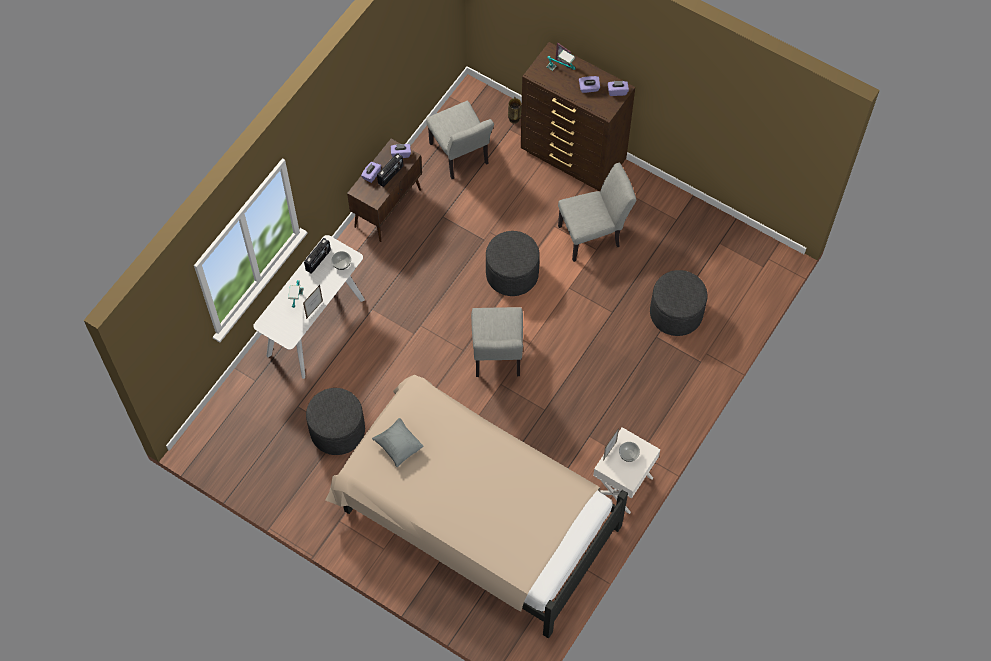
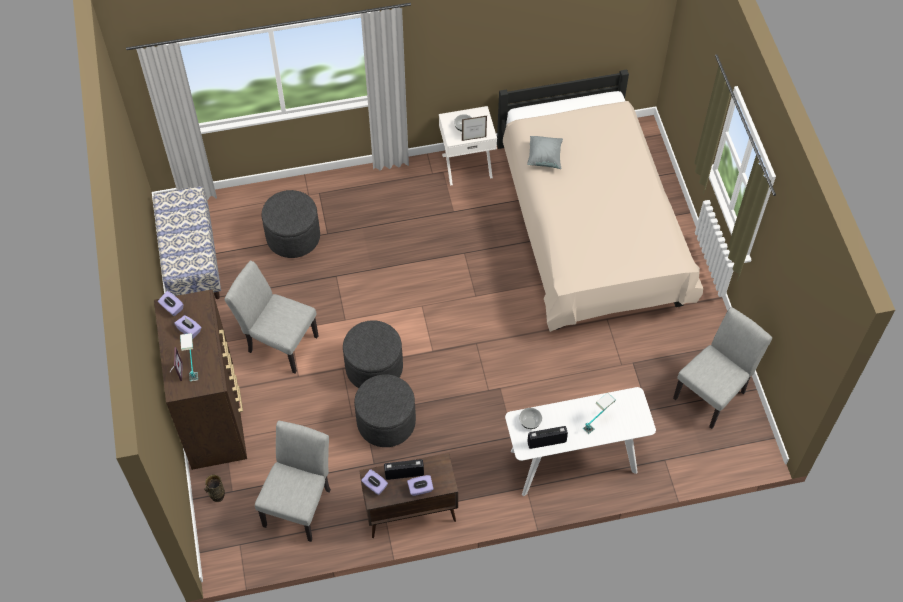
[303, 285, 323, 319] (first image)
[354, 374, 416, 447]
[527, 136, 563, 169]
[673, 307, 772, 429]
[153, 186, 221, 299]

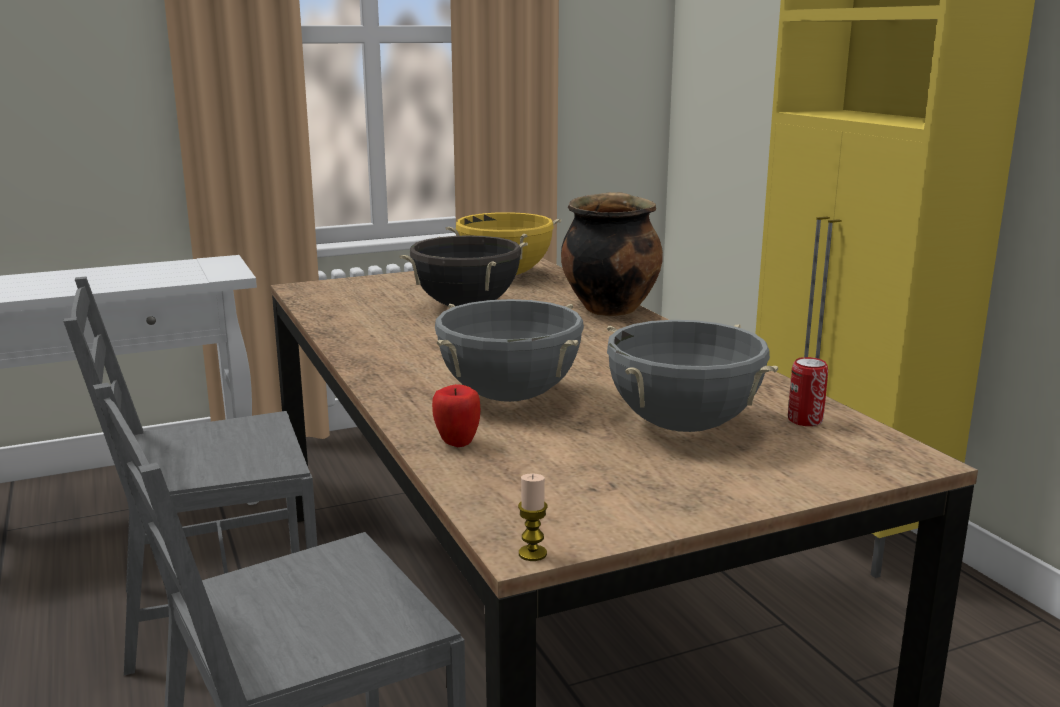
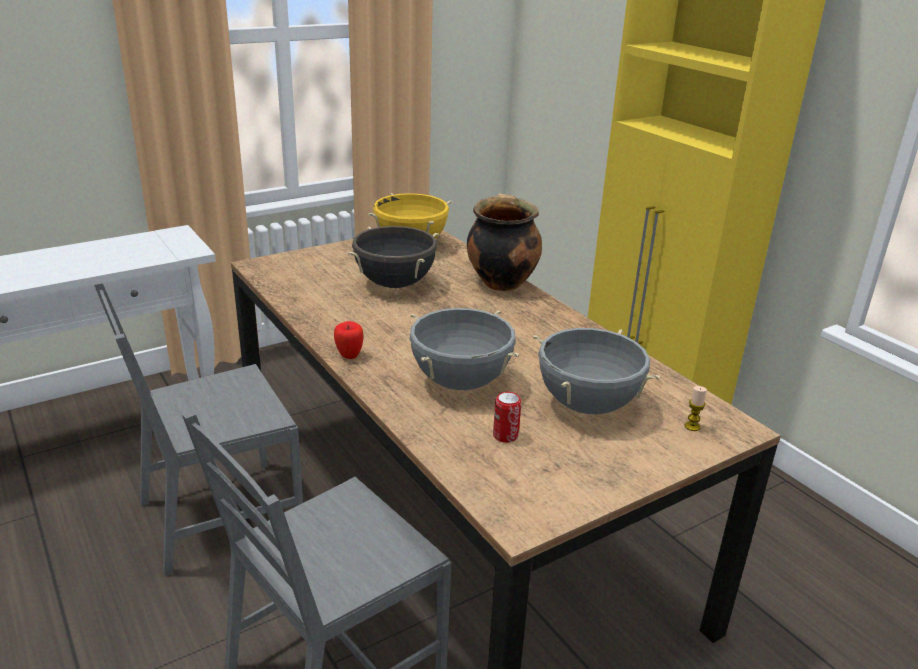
[334, 321, 363, 359]
[685, 386, 707, 431]
[493, 392, 521, 443]

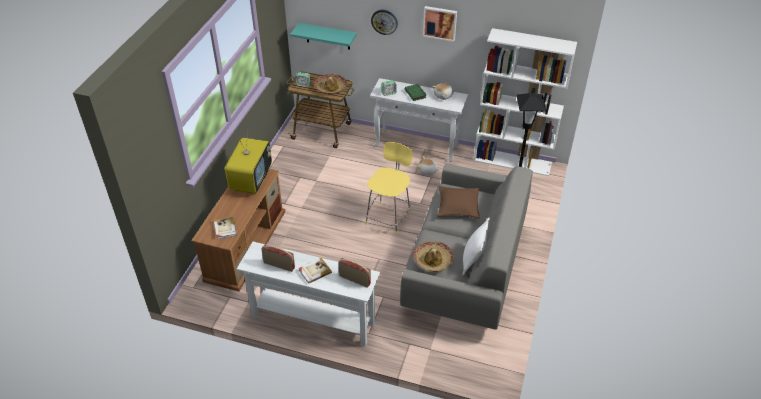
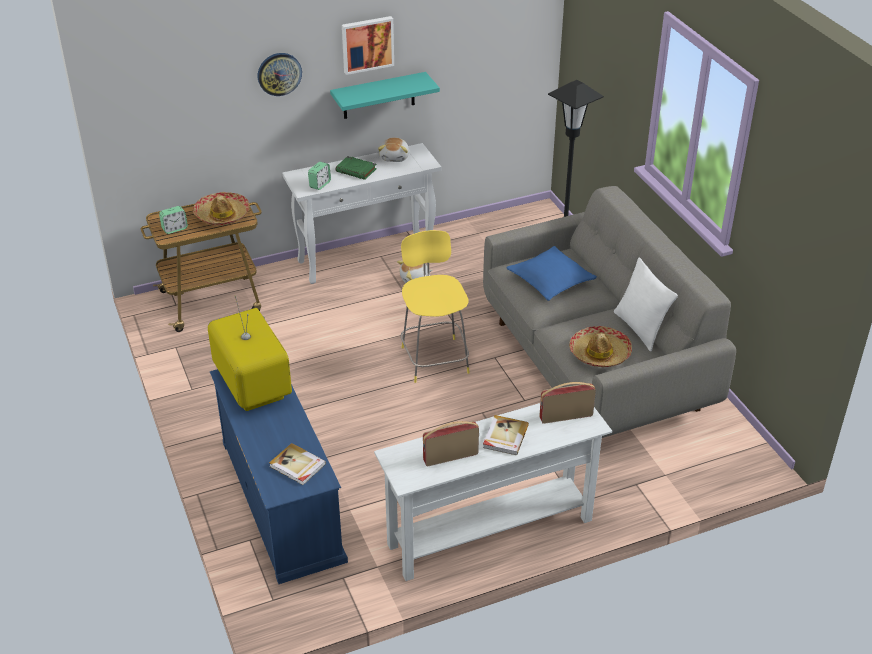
[210, 369, 348, 584]
[330, 72, 440, 119]
[506, 246, 597, 301]
[474, 28, 577, 176] (first image)

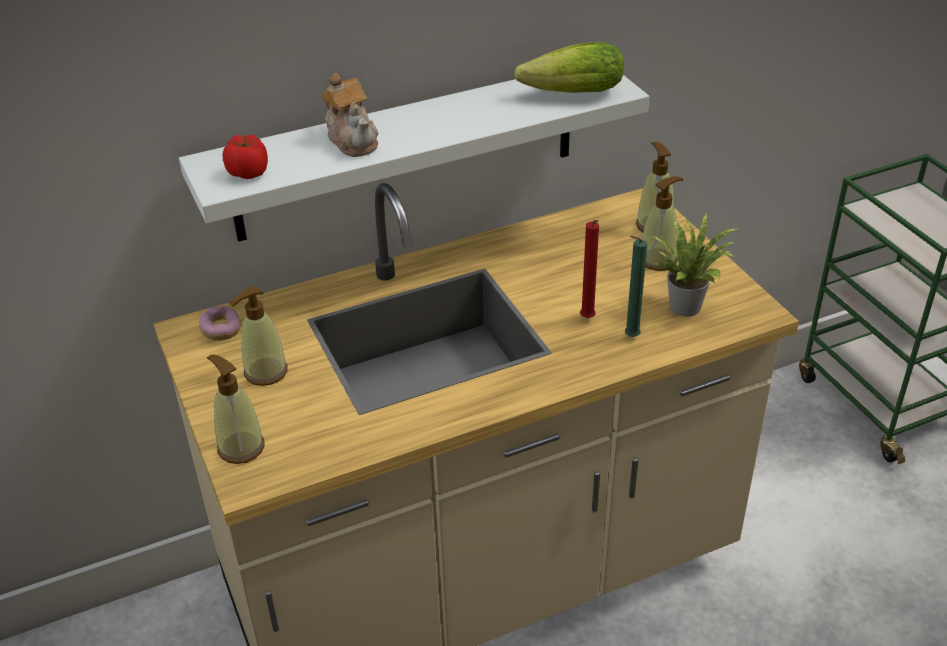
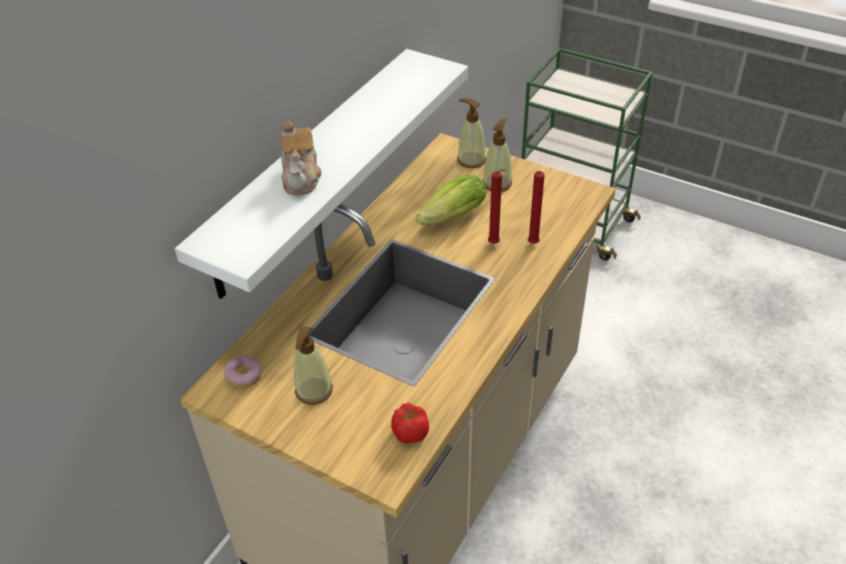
[207, 355, 265, 464] (first image)
[391, 403, 429, 444]
[281, 121, 322, 195]
[416, 175, 486, 225]
[528, 171, 545, 244]
[651, 213, 739, 317] (first image)

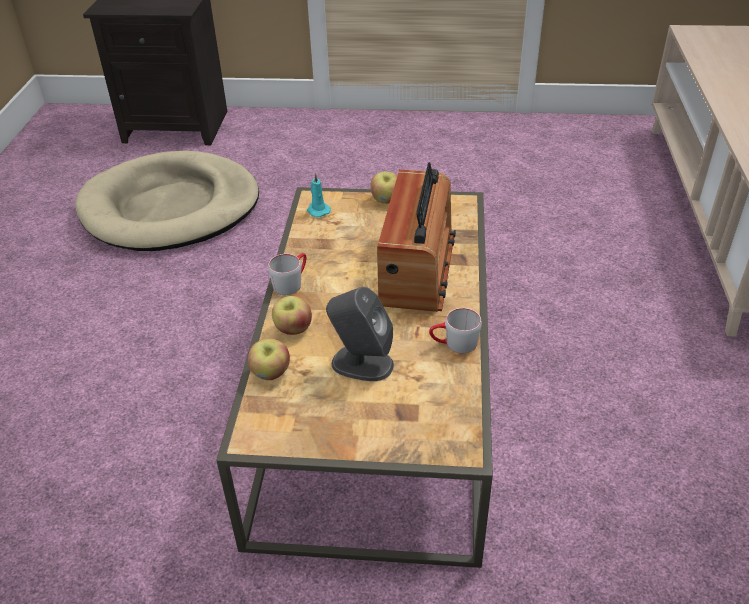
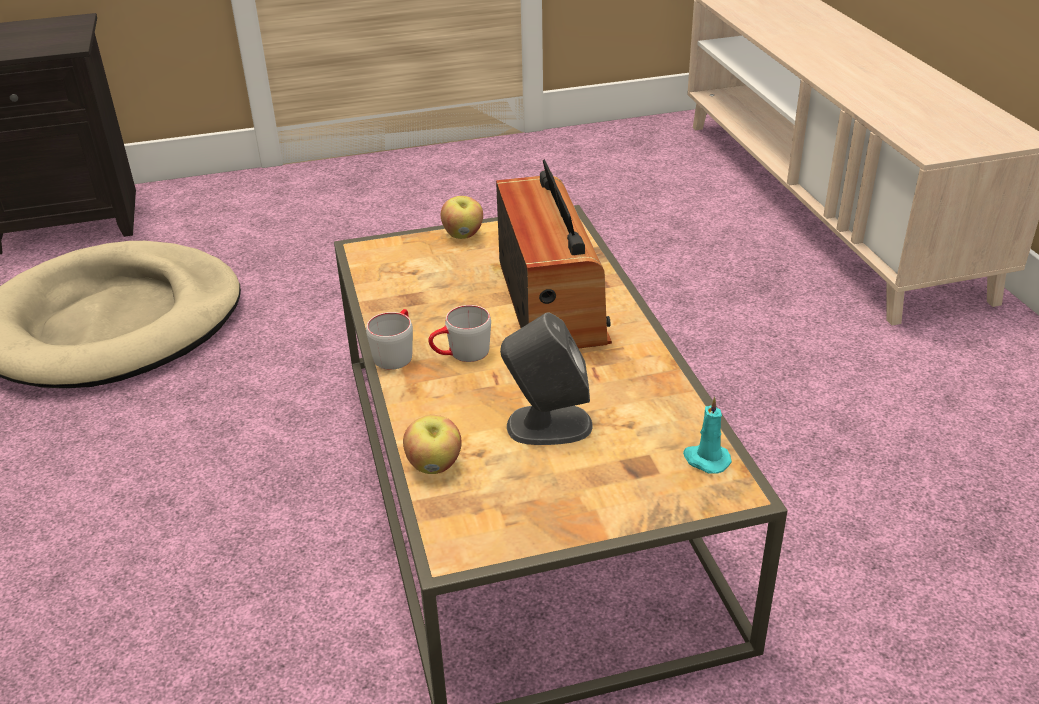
[272, 296, 312, 335] (first image)
[683, 397, 732, 474]
[428, 305, 491, 362]

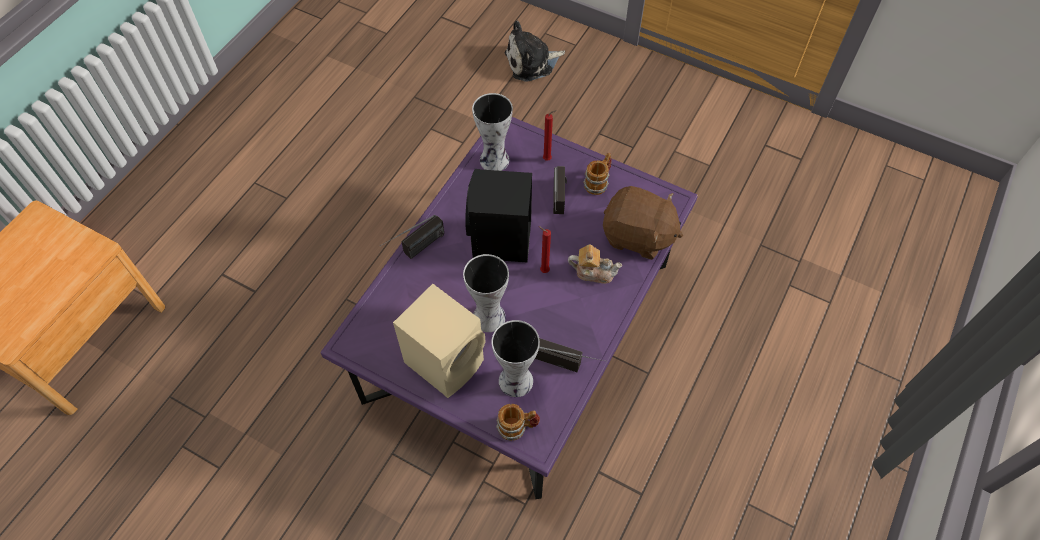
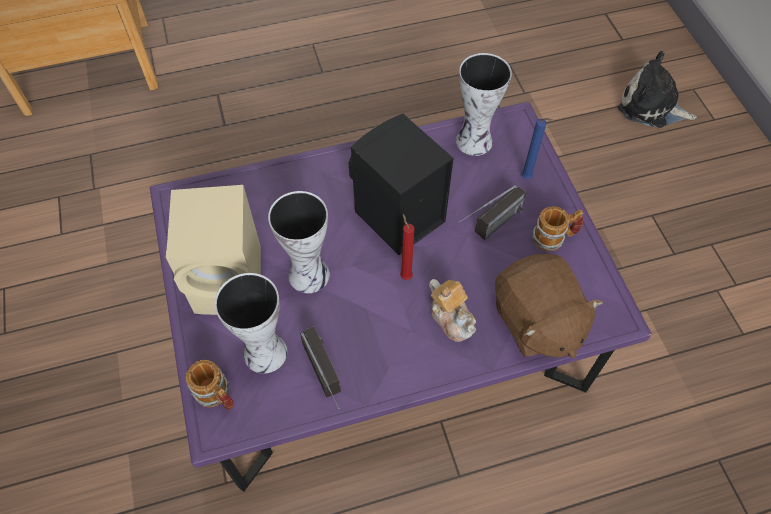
[380, 215, 444, 259] (first image)
[521, 118, 553, 179]

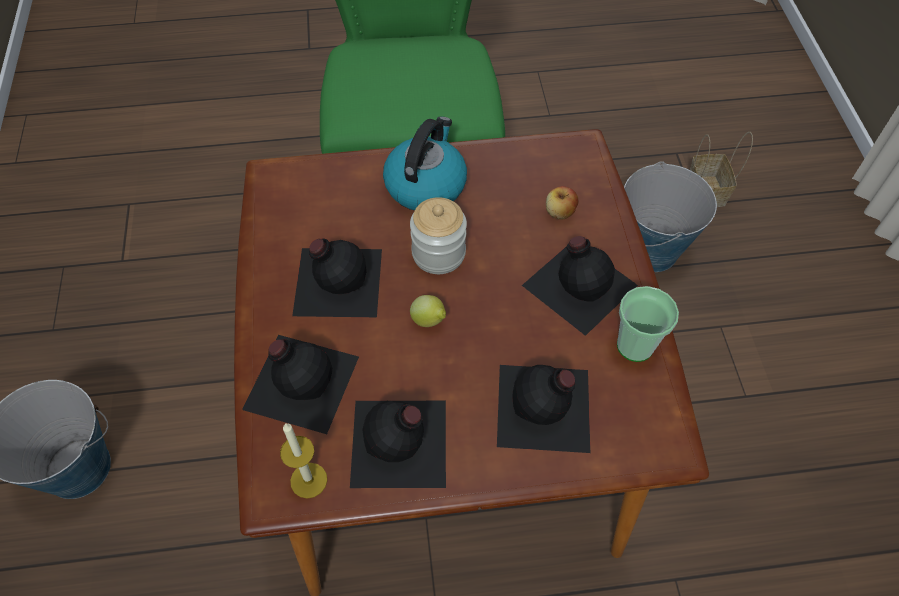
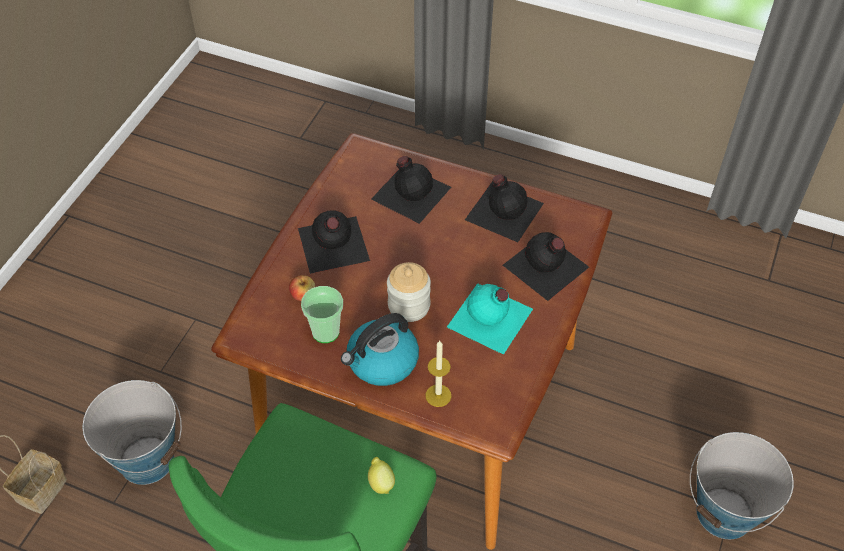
[426, 341, 451, 407]
[447, 283, 533, 355]
[368, 457, 395, 494]
[301, 286, 343, 343]

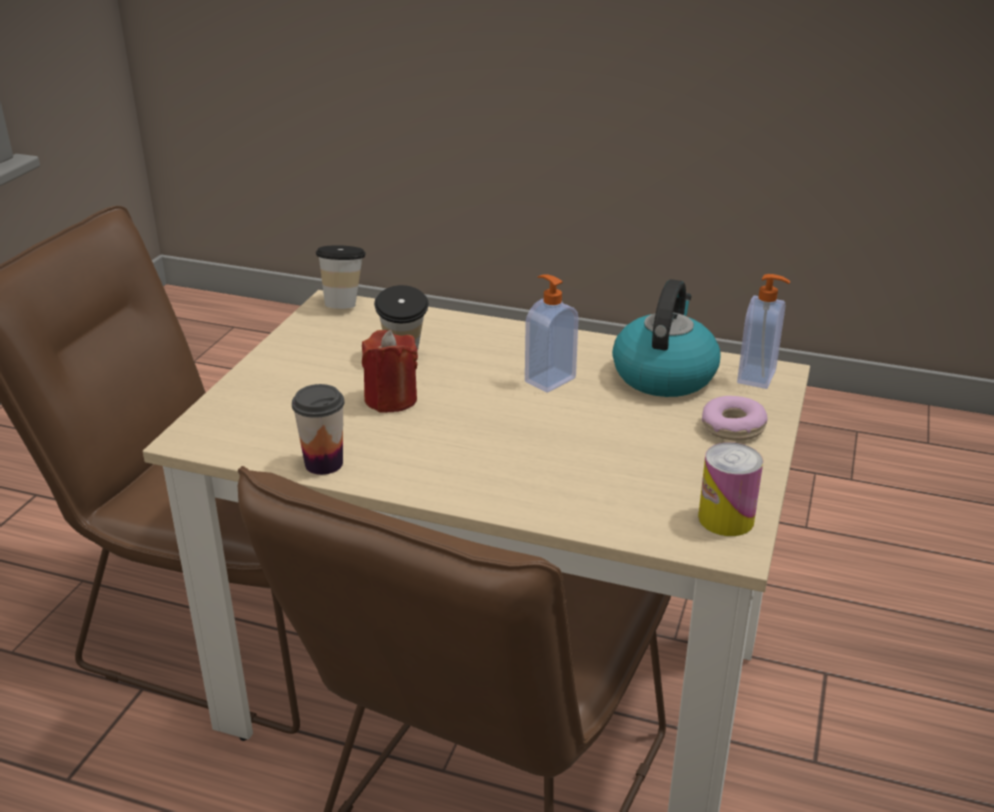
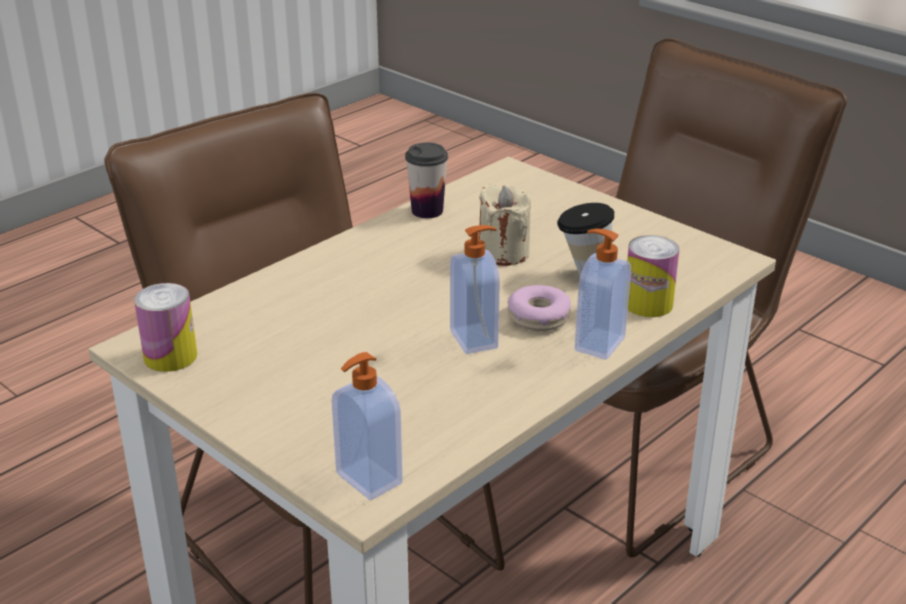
[316, 245, 366, 309] (first image)
[479, 184, 531, 266]
[612, 279, 721, 397] (first image)
[507, 285, 571, 331]
[575, 228, 631, 360]
[627, 235, 679, 317]

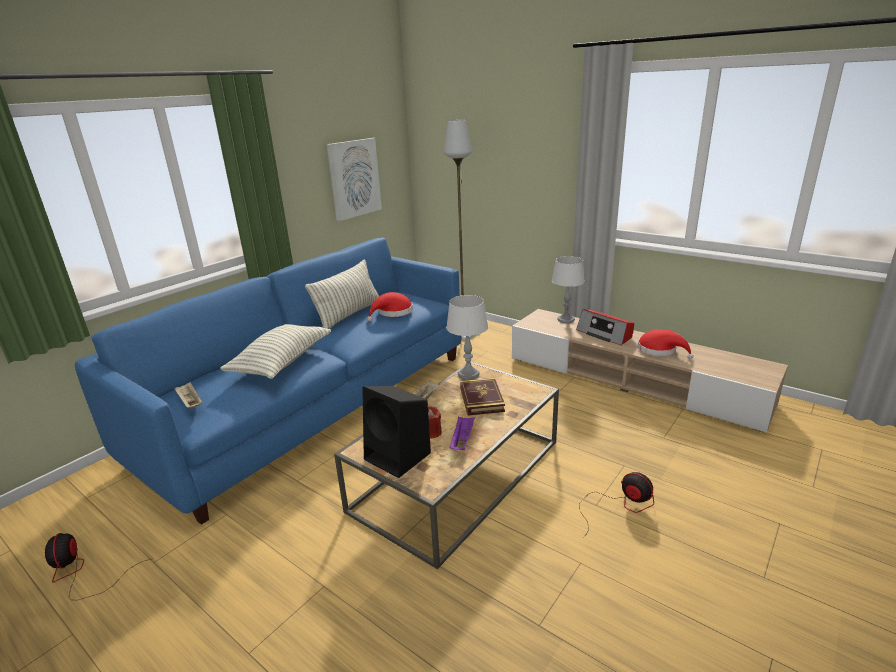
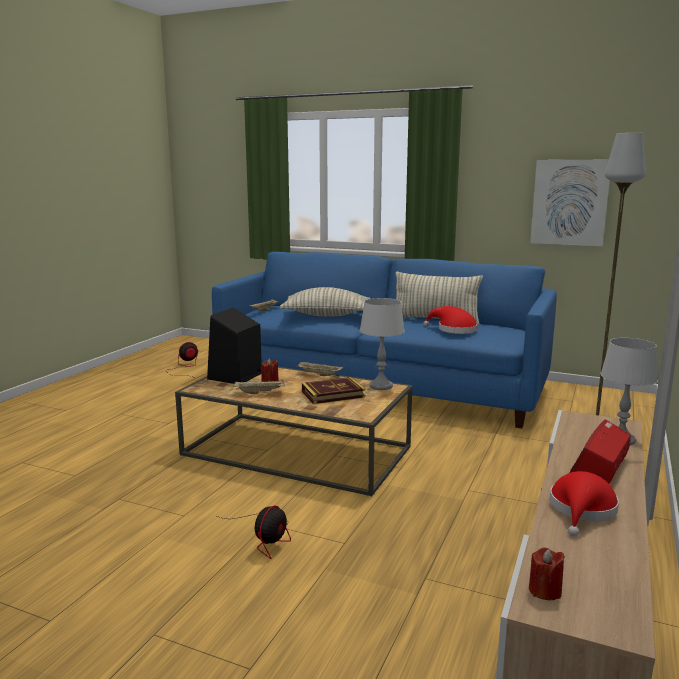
[233, 379, 285, 394]
[529, 547, 565, 600]

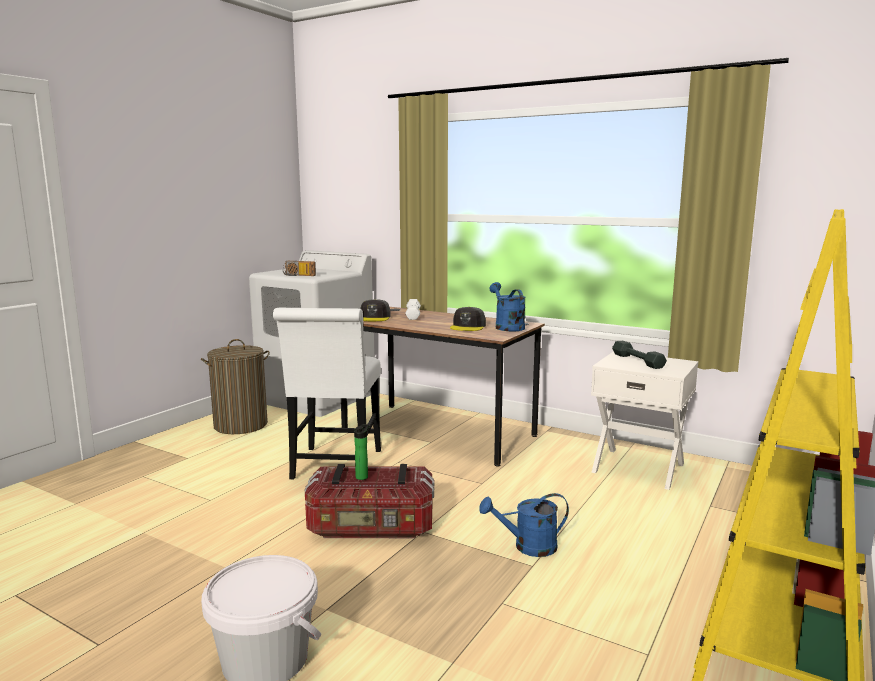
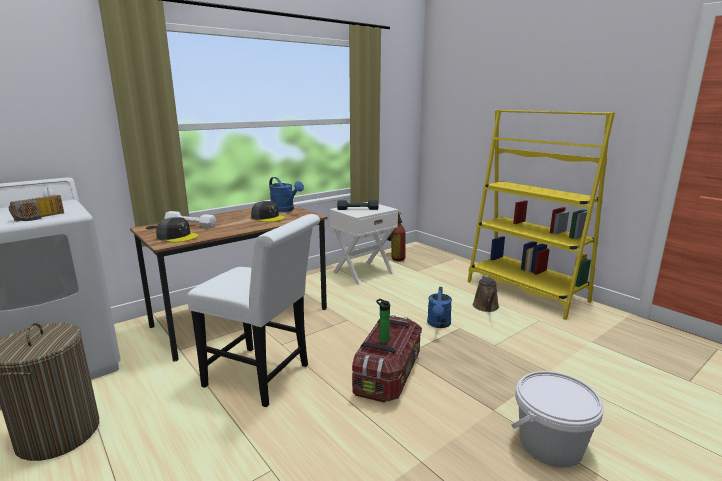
[269, 177, 304, 212]
[387, 212, 406, 261]
[473, 275, 499, 312]

